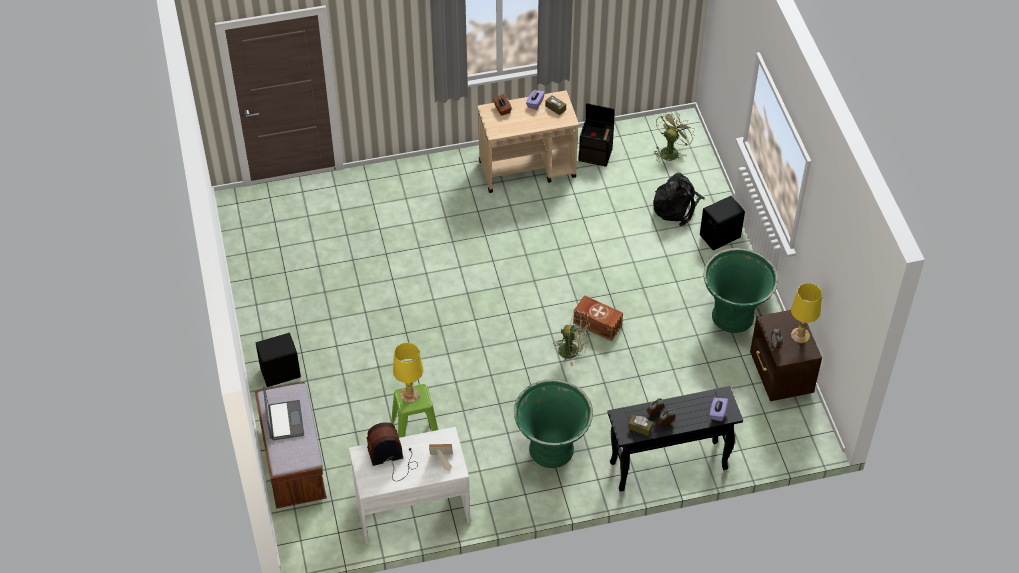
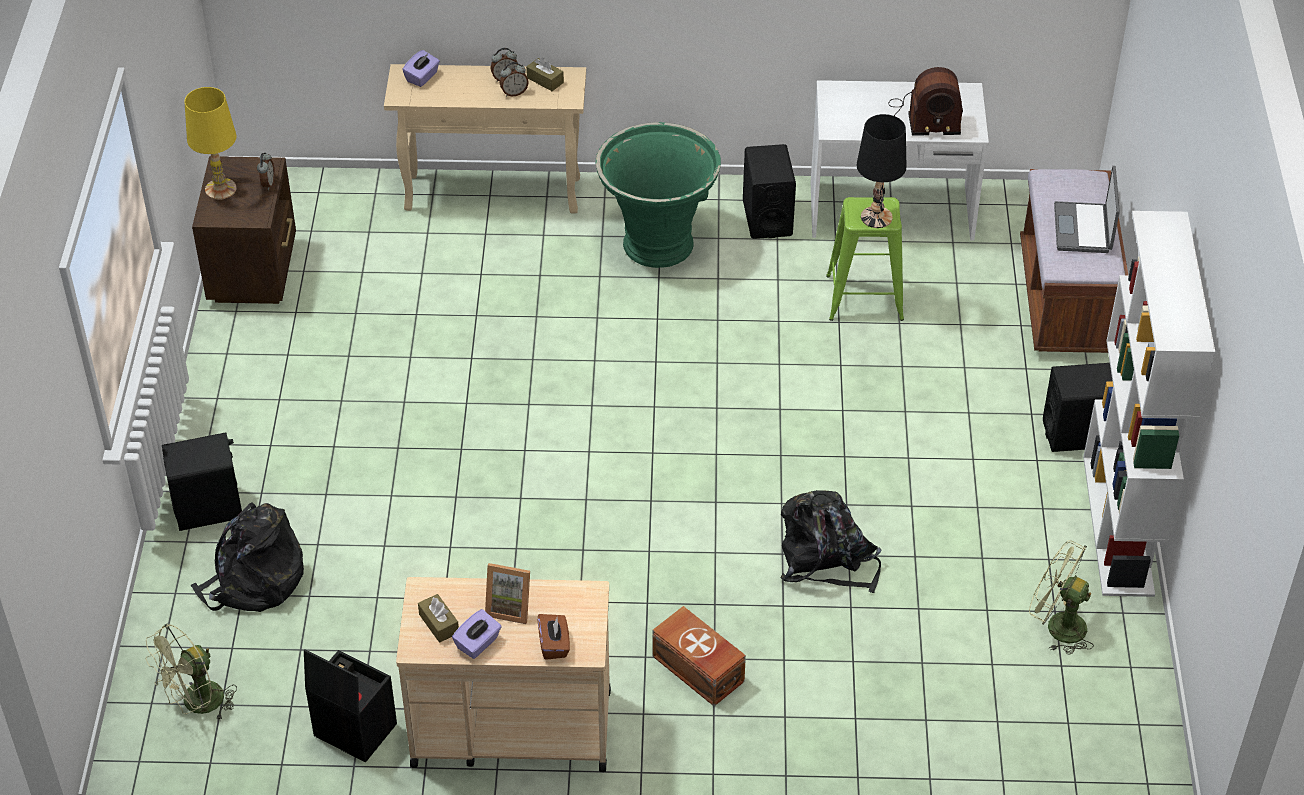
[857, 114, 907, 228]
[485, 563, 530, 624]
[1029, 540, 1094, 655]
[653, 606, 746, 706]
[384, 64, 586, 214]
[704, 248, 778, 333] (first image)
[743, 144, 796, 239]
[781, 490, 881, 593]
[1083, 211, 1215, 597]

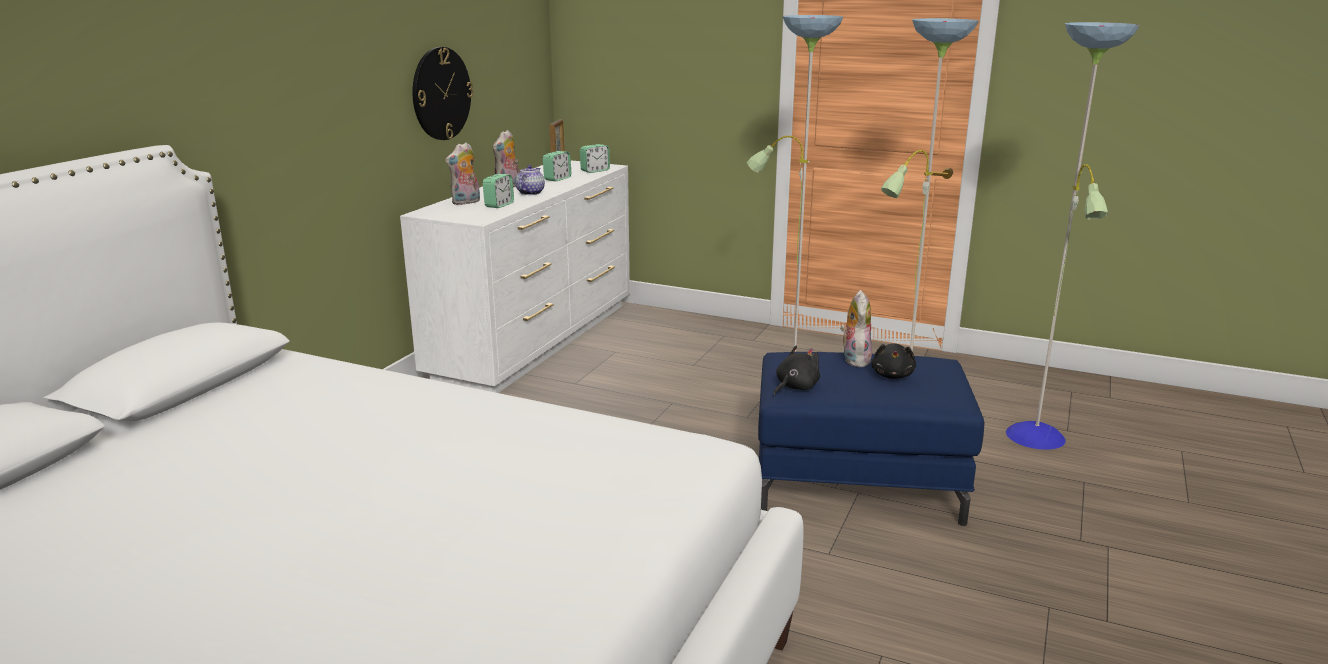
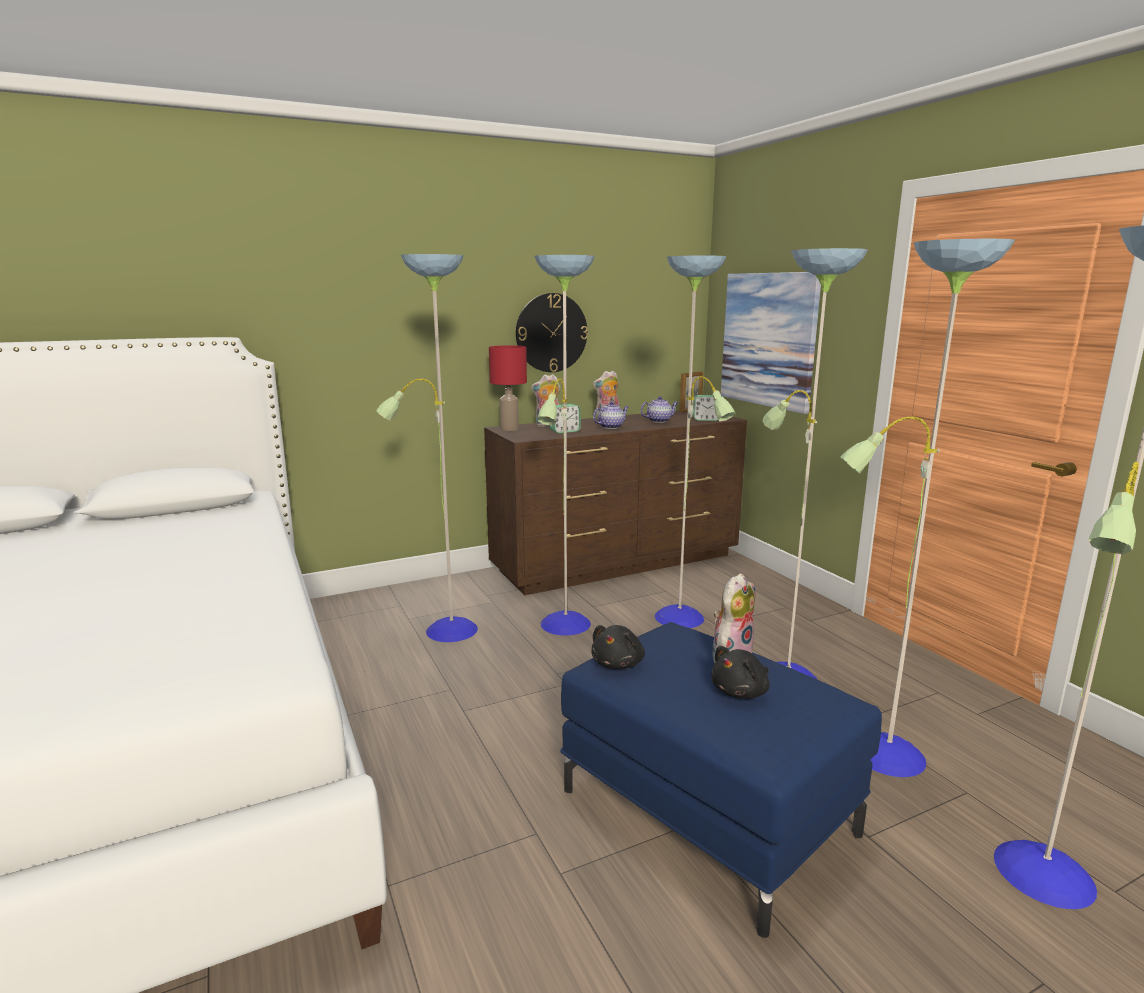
[484, 410, 747, 595]
[640, 396, 678, 423]
[591, 625, 645, 669]
[376, 254, 736, 642]
[489, 345, 527, 431]
[721, 272, 821, 414]

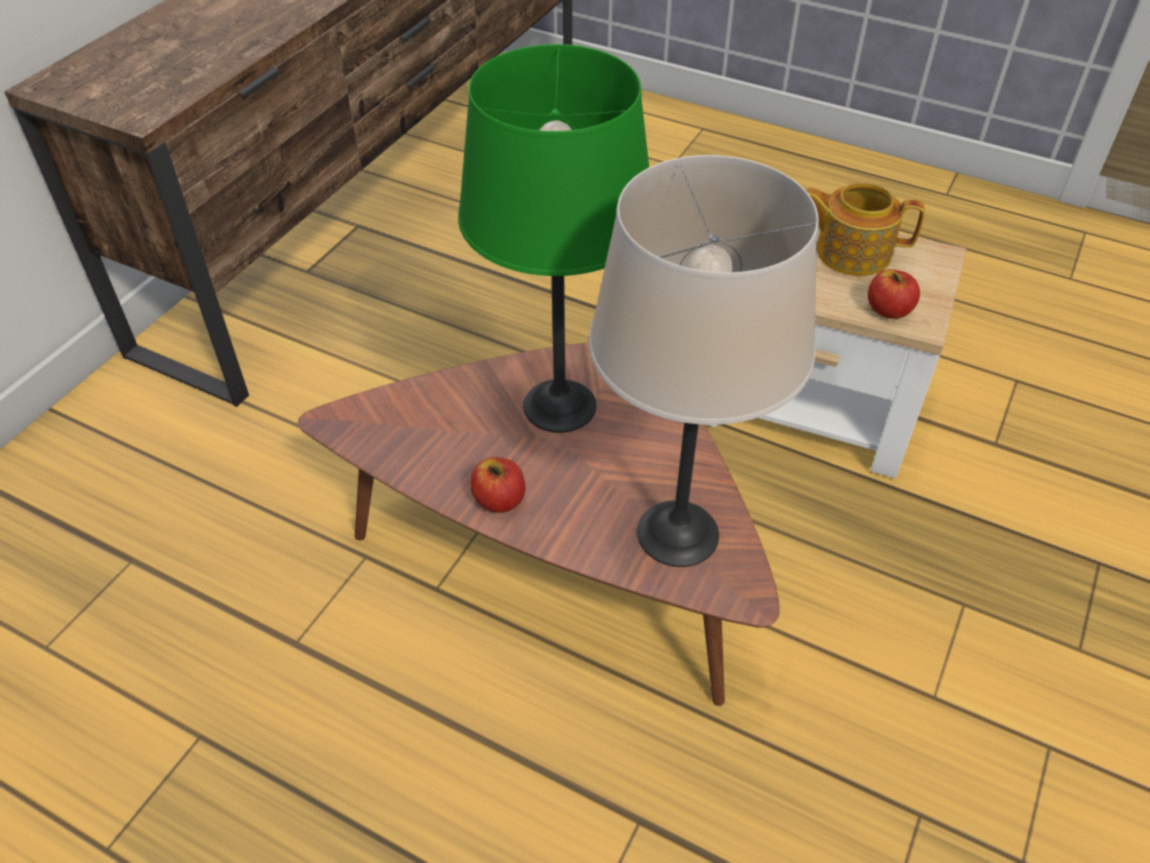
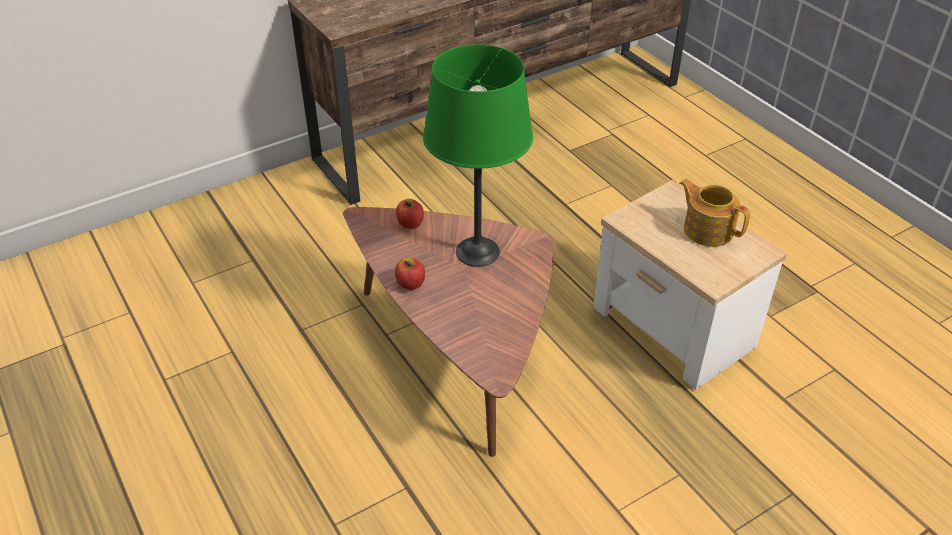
[589, 155, 819, 567] (first image)
[396, 199, 424, 229]

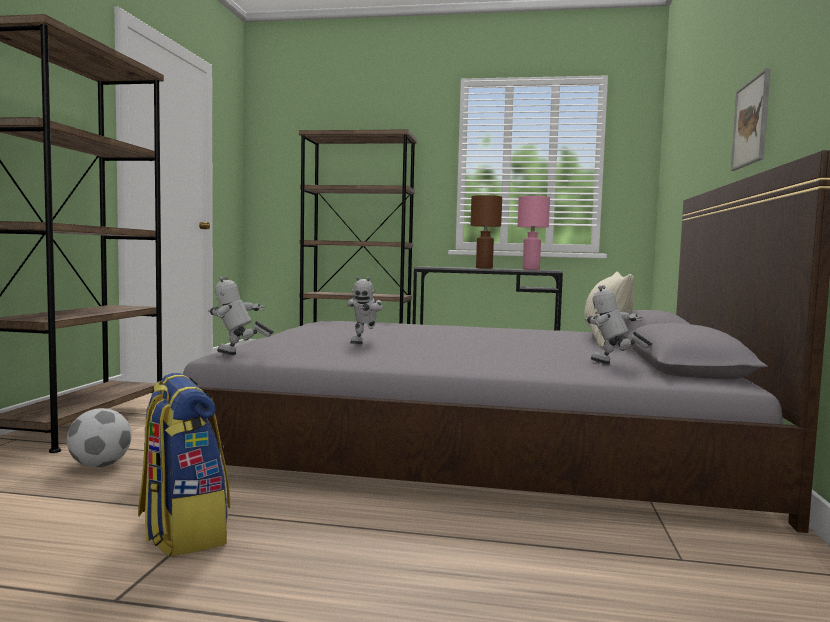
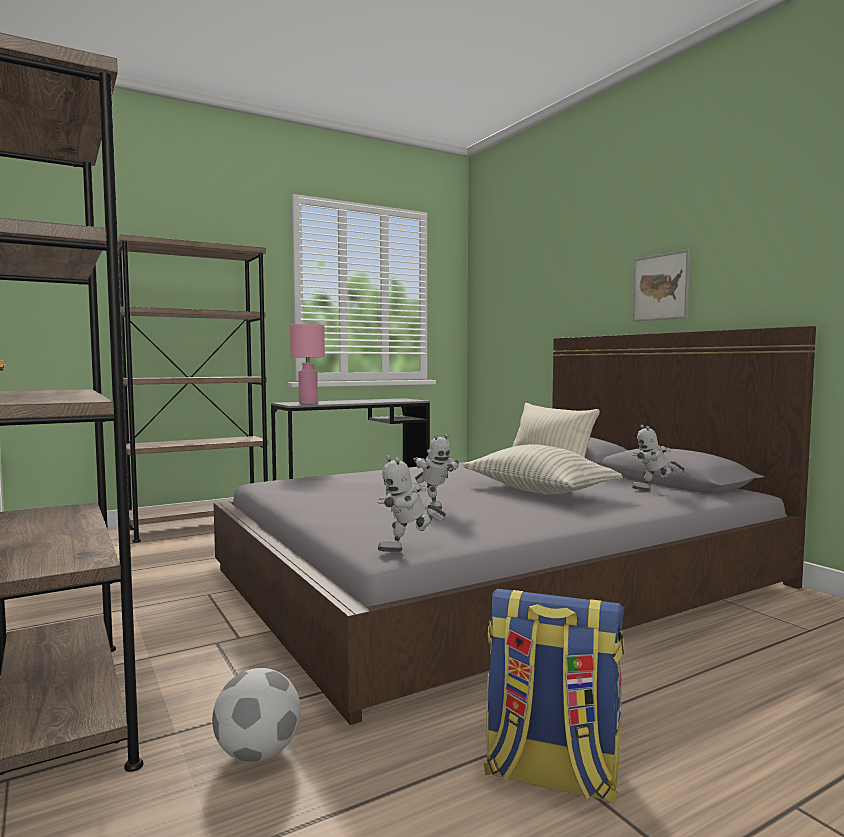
[471, 195, 502, 269] (first image)
[290, 324, 325, 404]
[463, 444, 623, 495]

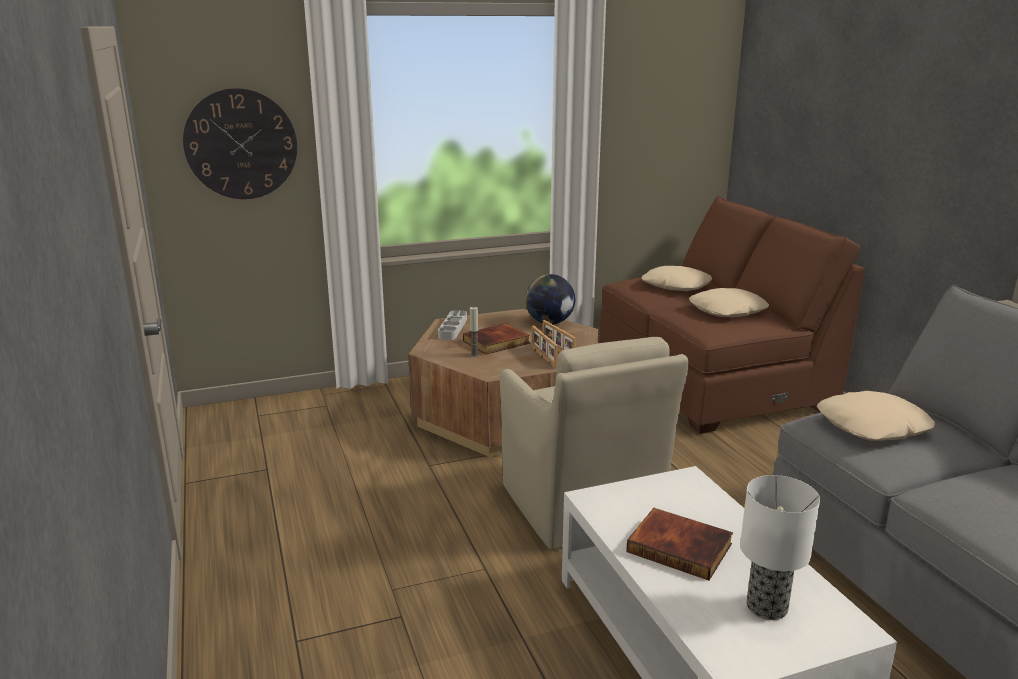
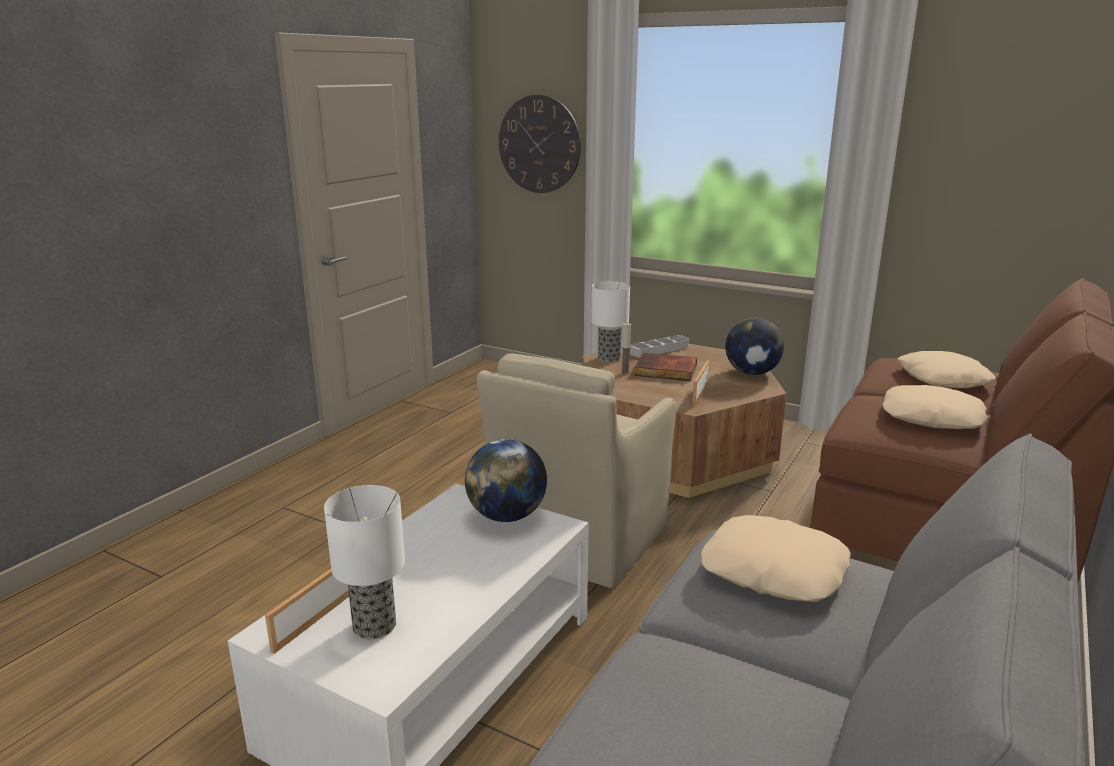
[265, 568, 349, 654]
[626, 508, 733, 581] (first image)
[465, 439, 547, 522]
[591, 281, 630, 362]

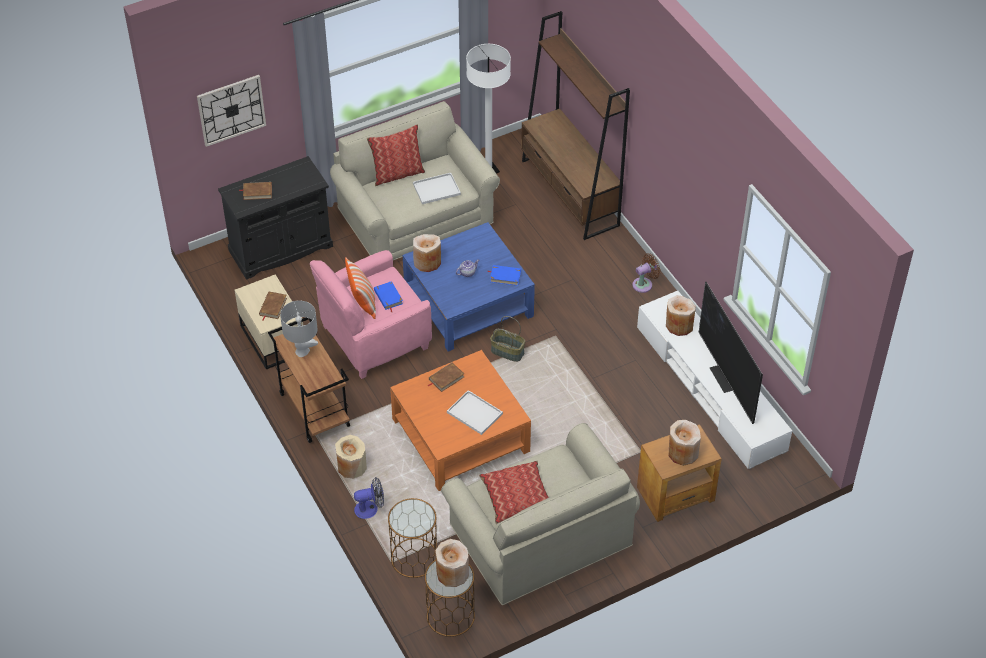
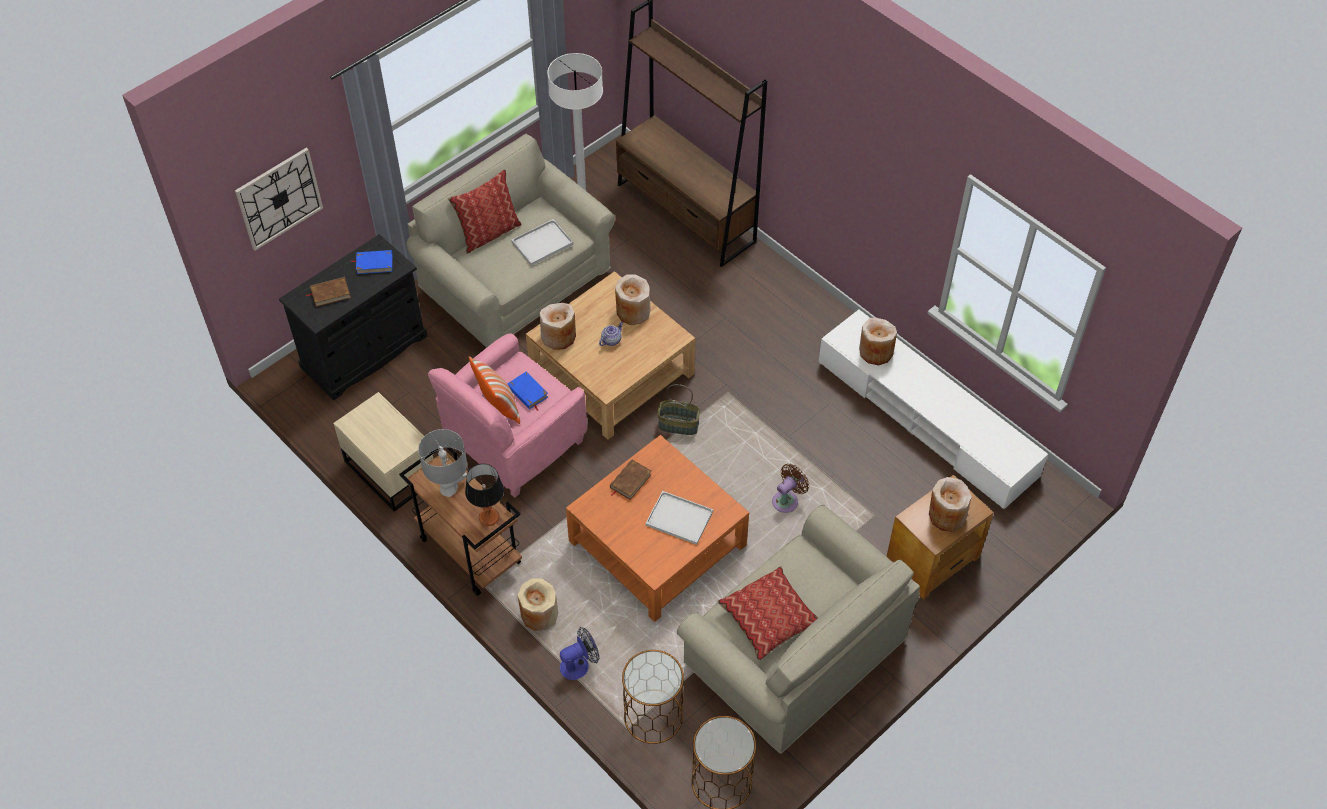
[259, 291, 287, 320] (first image)
[526, 271, 695, 440]
[615, 274, 651, 325]
[351, 250, 392, 274]
[772, 464, 809, 513]
[699, 282, 763, 424] (first image)
[465, 464, 504, 526]

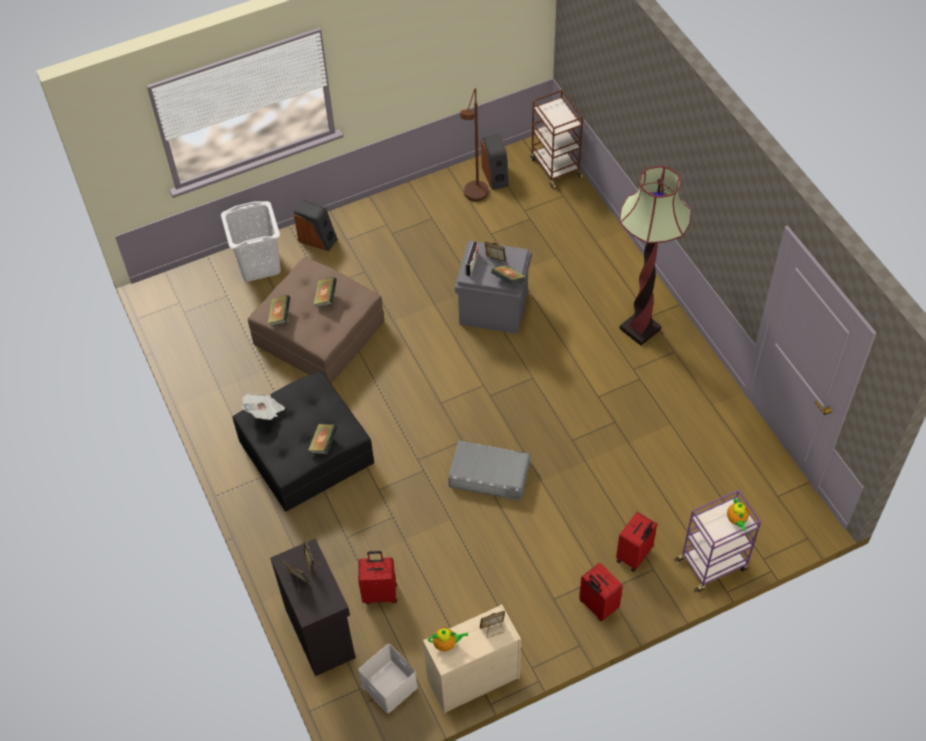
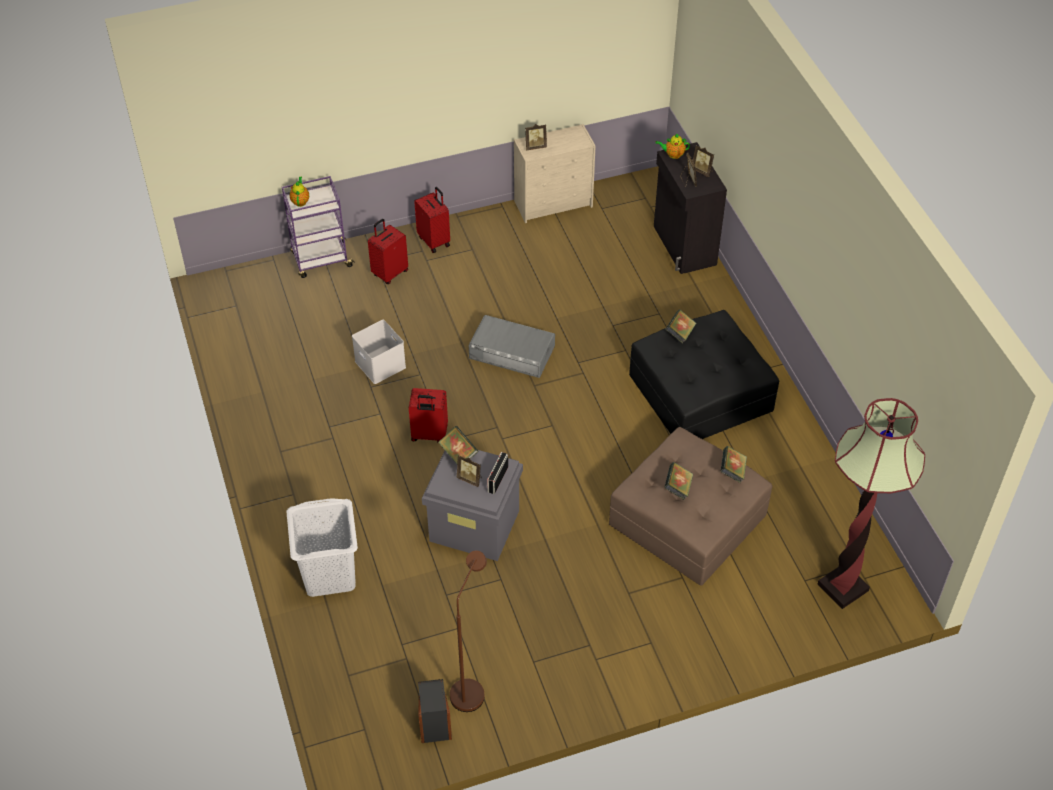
[286, 498, 358, 597]
[242, 393, 285, 420] (first image)
[294, 199, 337, 251] (first image)
[409, 388, 448, 442]
[352, 320, 406, 384]
[655, 133, 690, 159]
[530, 90, 583, 189] (first image)
[818, 398, 925, 609]

